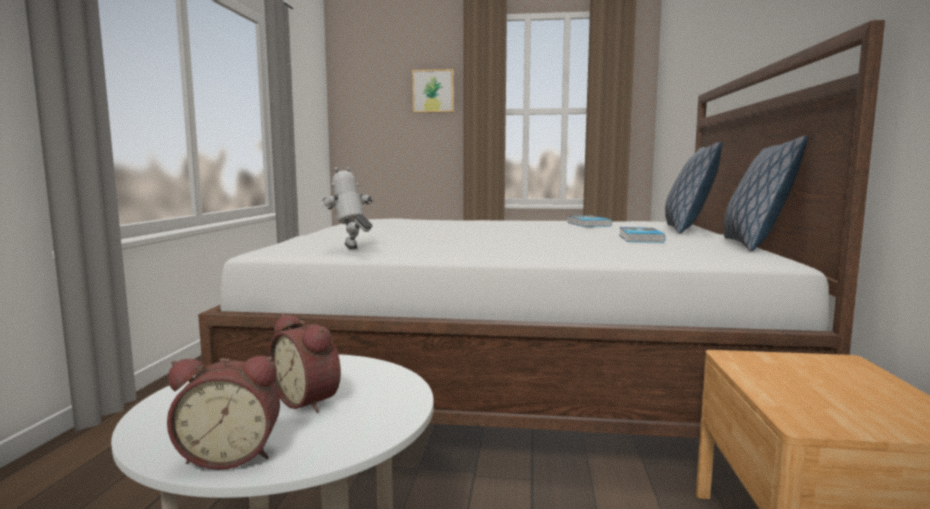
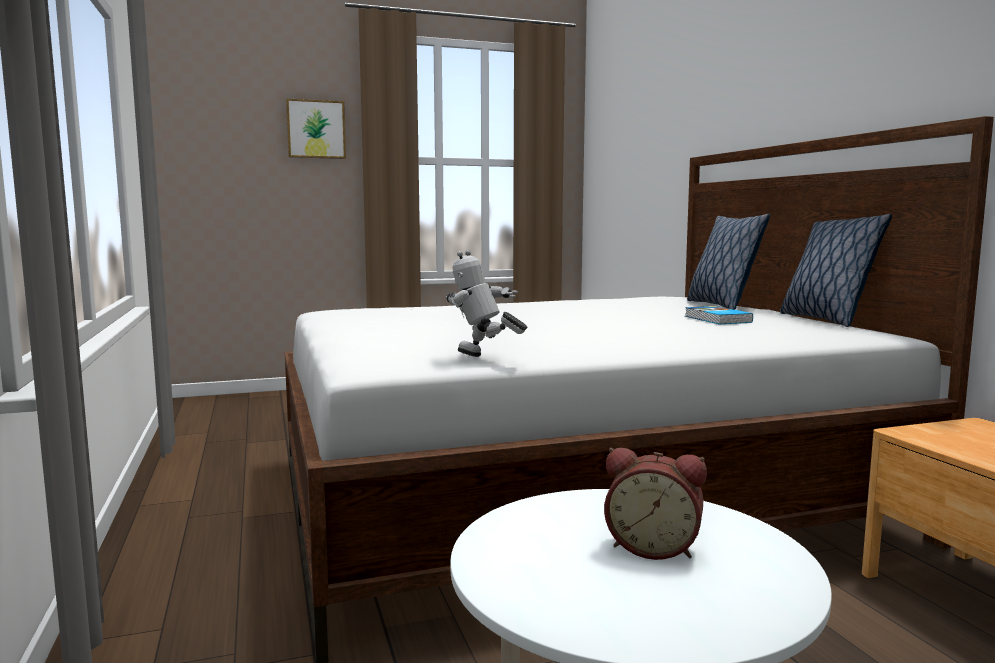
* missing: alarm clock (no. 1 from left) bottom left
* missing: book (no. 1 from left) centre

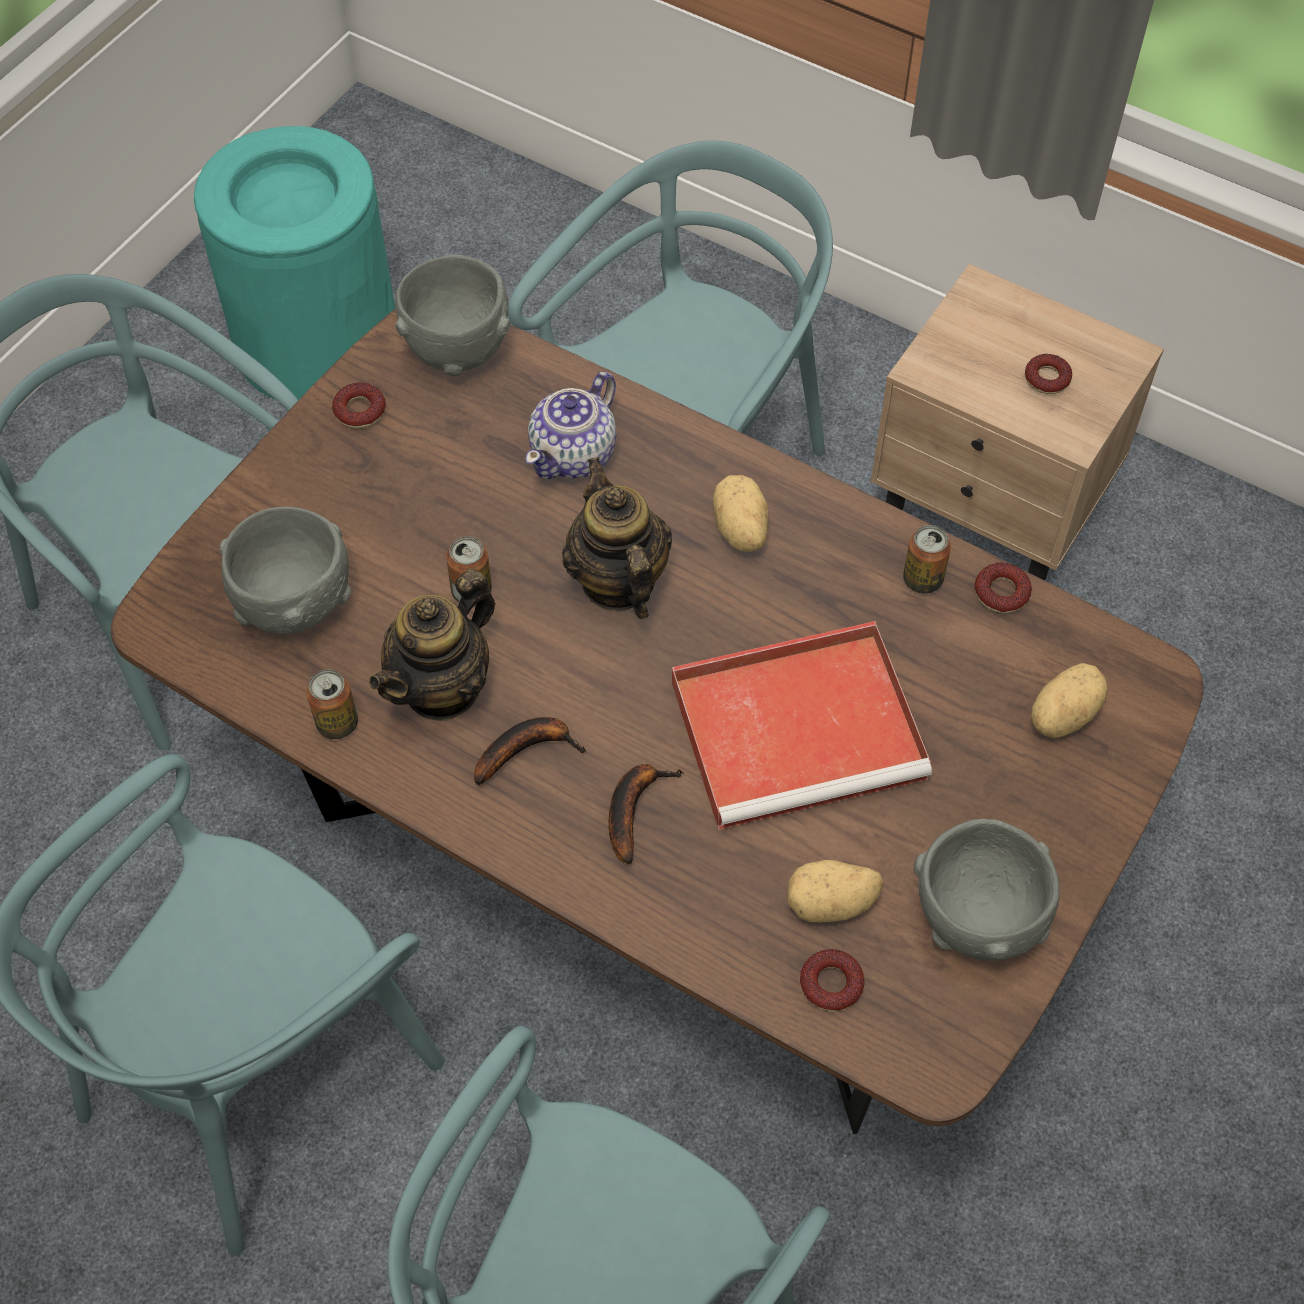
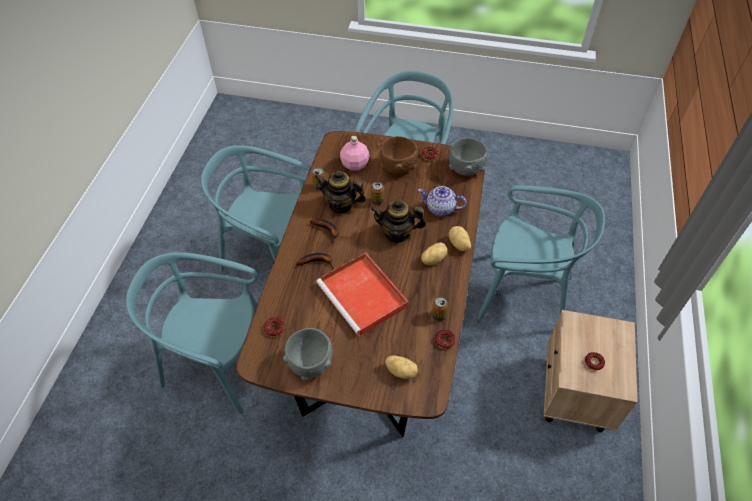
* missing: trash can in turquoise top left
* exchanged: bowl in grey (no. 1 from left) middle left to bottle in pink top centre
* spun: teapot (no. 3 from left in the first image) centre = centre 135 degrees counterclockwise
* relocated: potato (no. 2 from left in the first image) bottom centre to potato (no. 3 from left) centre
* appeared: bowl in brown top centre

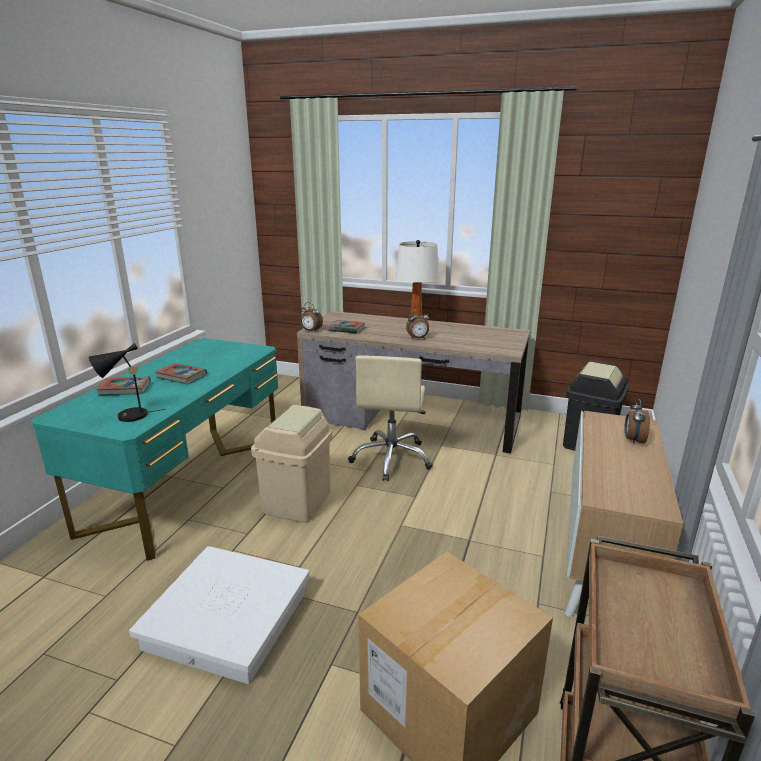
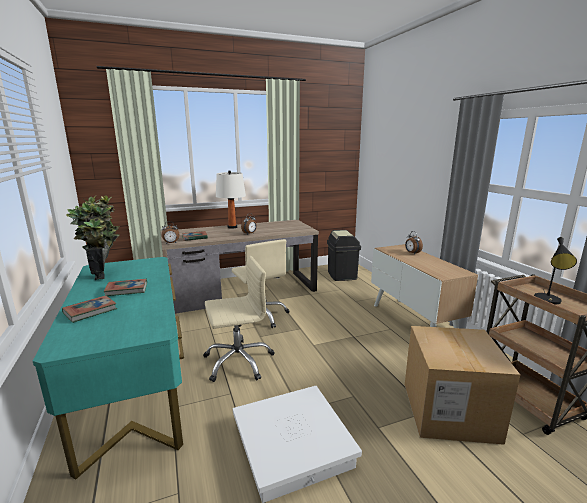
* relocated: table lamp in black middle left to middle right
* exchanged: trash can in beige centre to office chair in beige (no. 1 from left) centre
* appeared: potted plant middle left

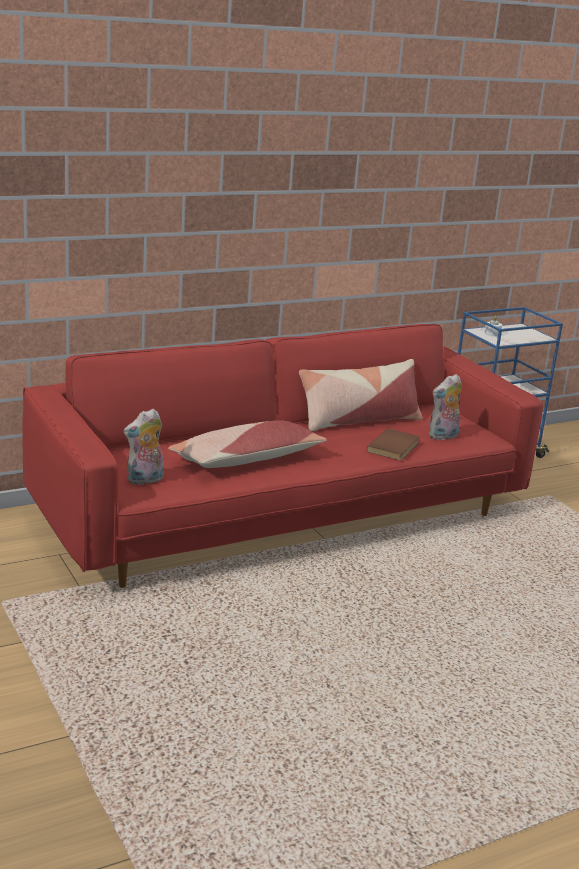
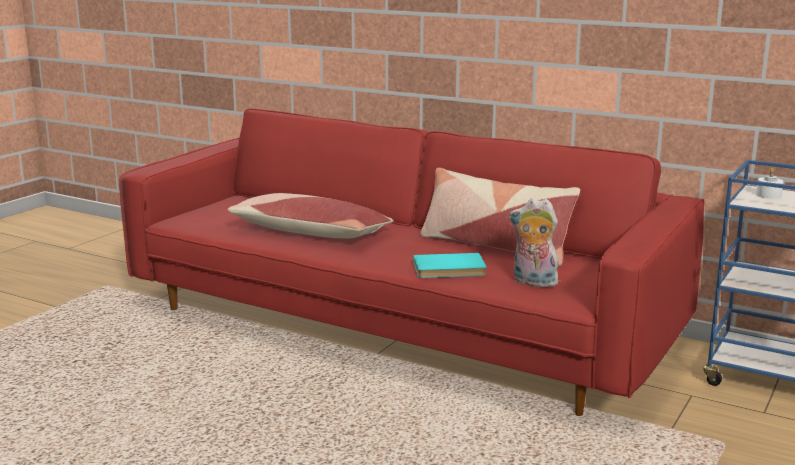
* missing: plush toy (no. 1 from left) middle left
* colour: book in brown middle right to book in turquoise centre

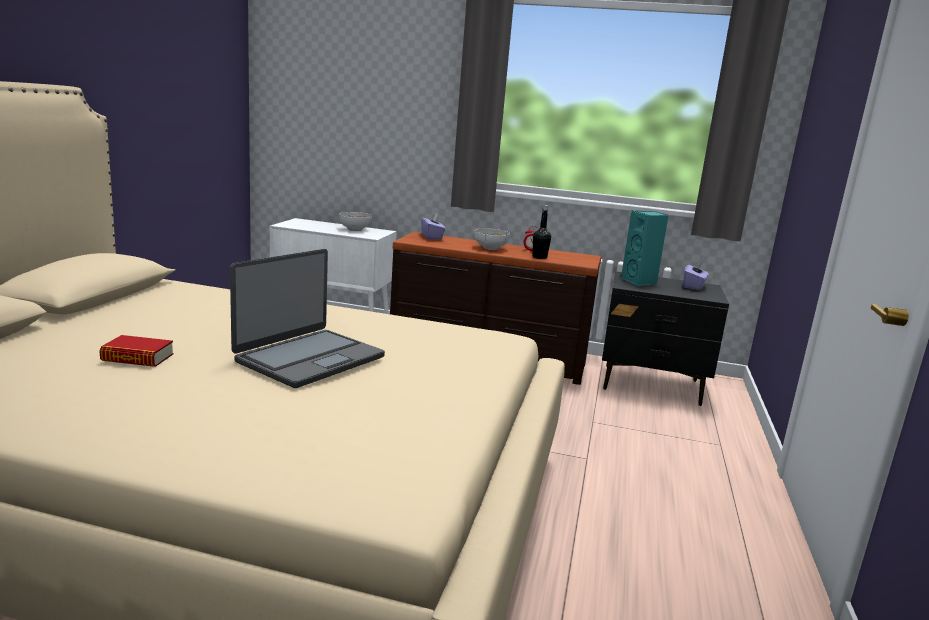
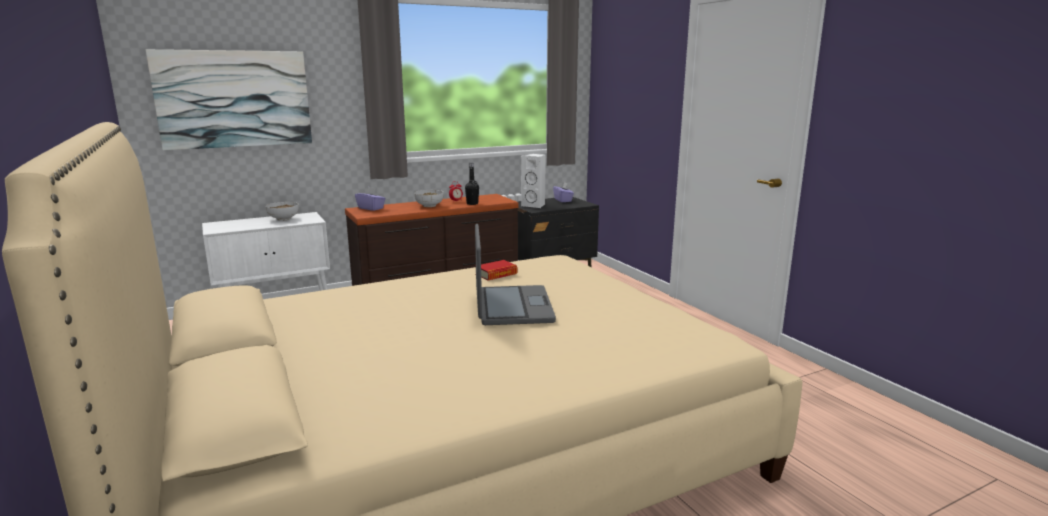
* relocated: book middle left to centre
* colour: speaker in turquoise middle right to speaker in white centre
* appeared: picture top left

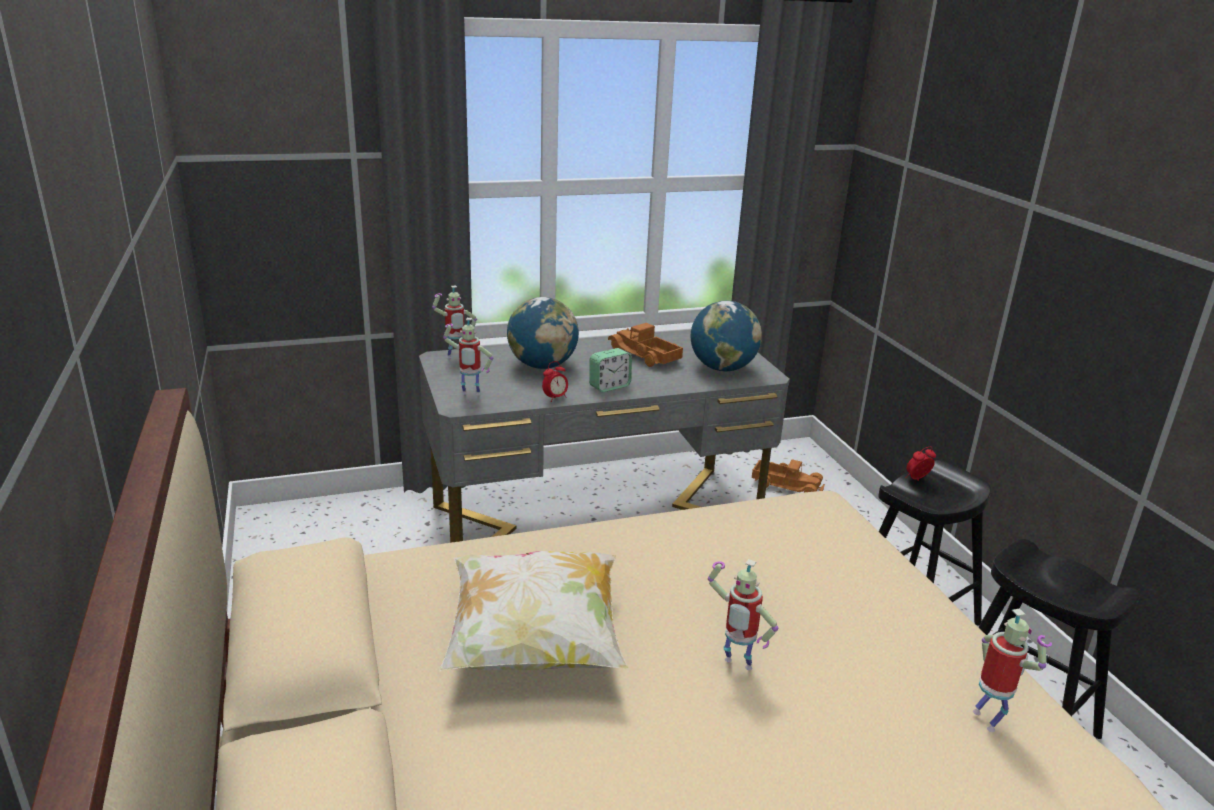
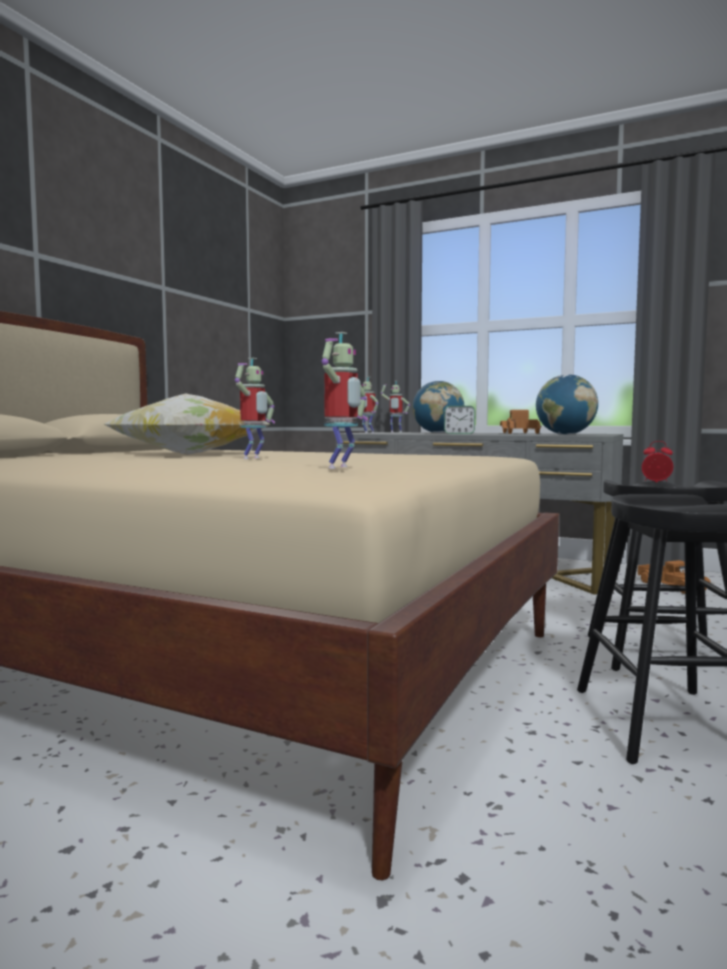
* missing: alarm clock (no. 1 from left) centre
* spun: toy robot (no. 3 from left in the first image) bottom centre = centre 135 degrees counterclockwise

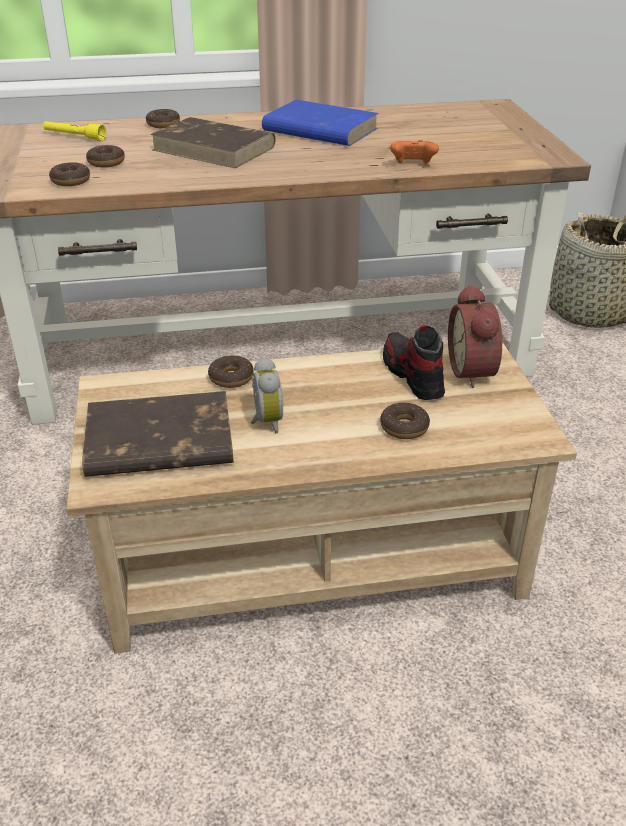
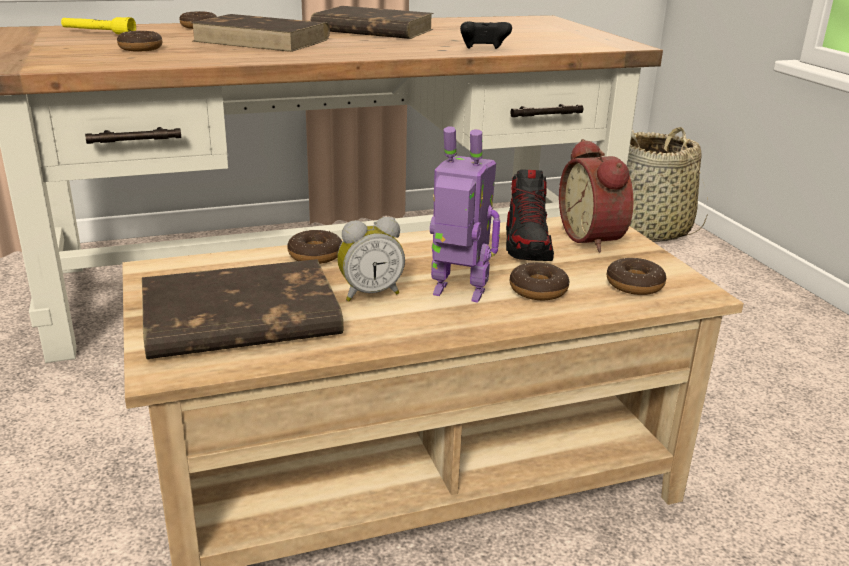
* relocated: donut (no. 1 from left in the first image) top left to donut (no. 5 from left) middle right
* spun: alarm clock (no. 1 from left) centre = centre 90 degrees clockwise
* colour: book in blue top centre to book in brown (no. 3 from left) top centre
* spun: shoe centre = centre 150 degrees counterclockwise
* colour: game controller in orange top centre to game controller in black top centre
* appeared: toy robot centre

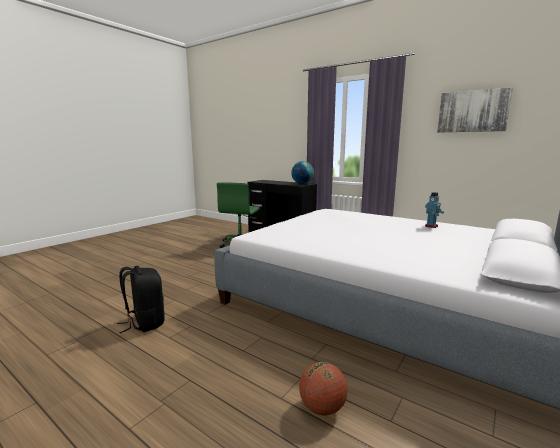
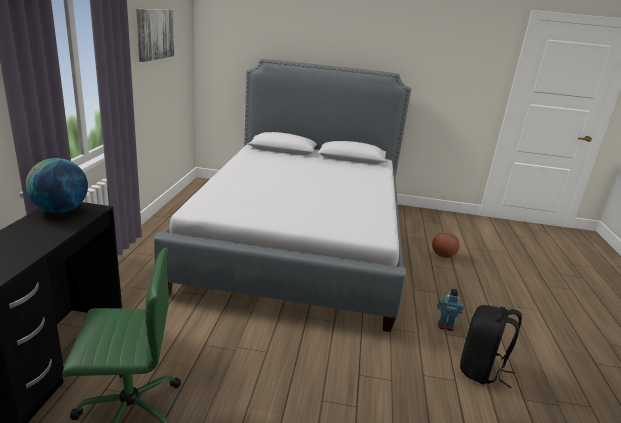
* relocated: toy robot middle right to bottom right

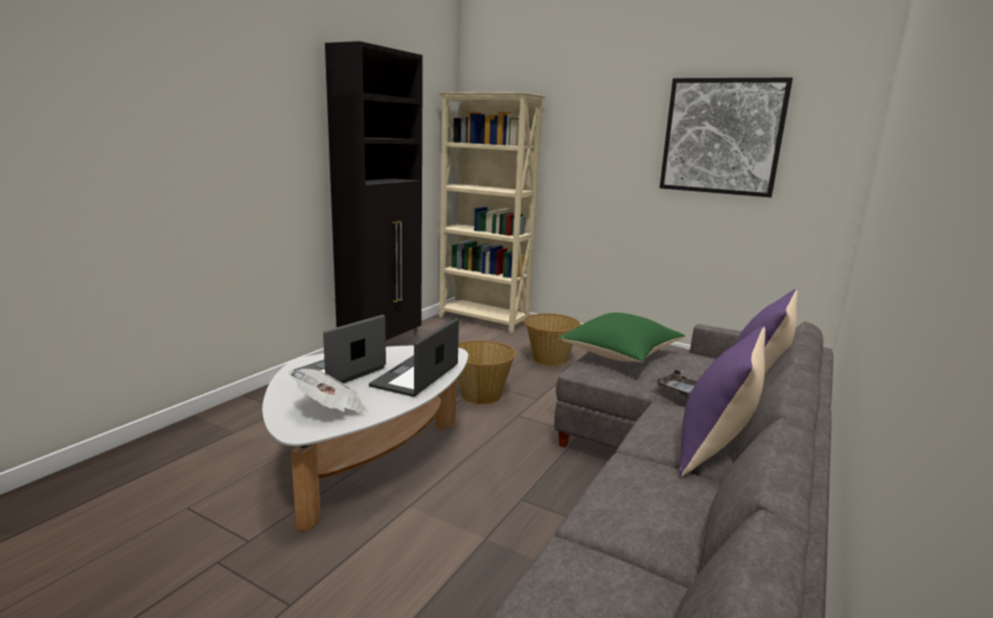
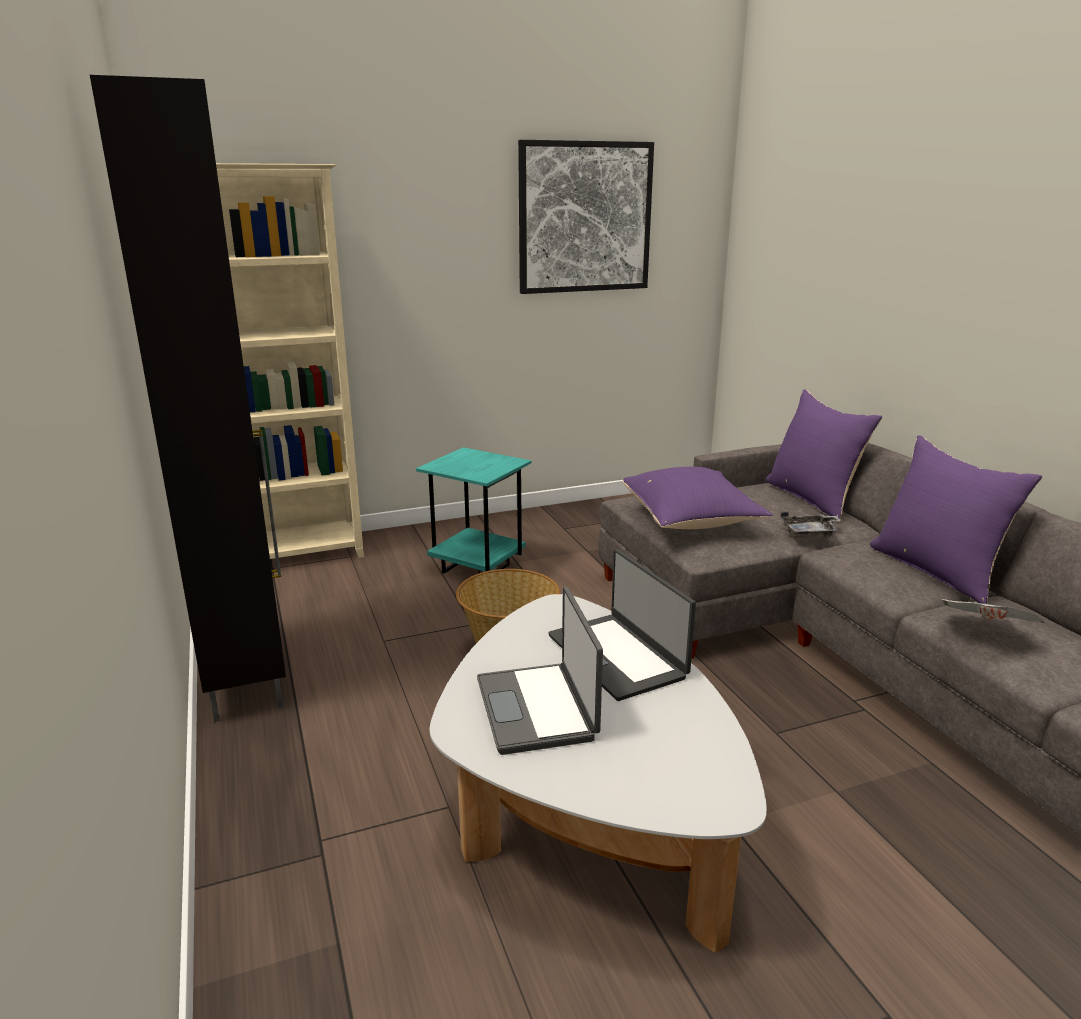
* relocated: newspaper middle left to middle right
* exchanged: basket (no. 2 from left) centre to side table in turquoise centre
* colour: pillow in green centre to pillow in purple (no. 1 from left) centre

